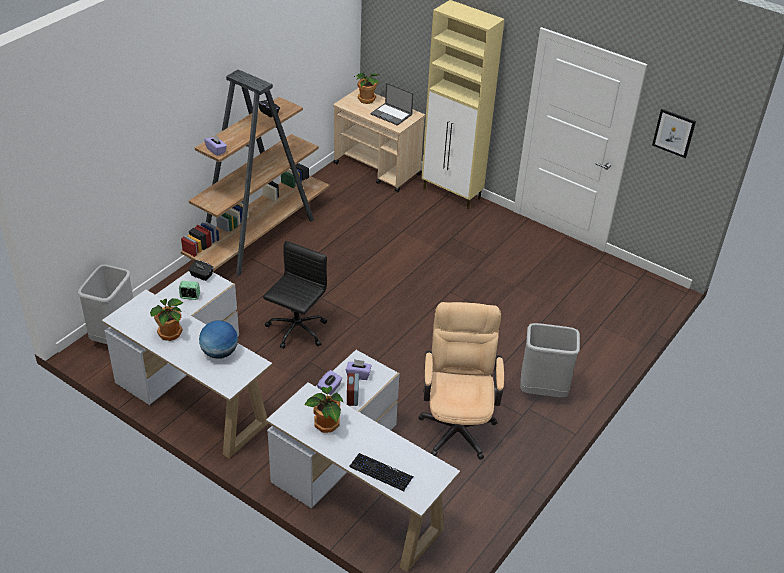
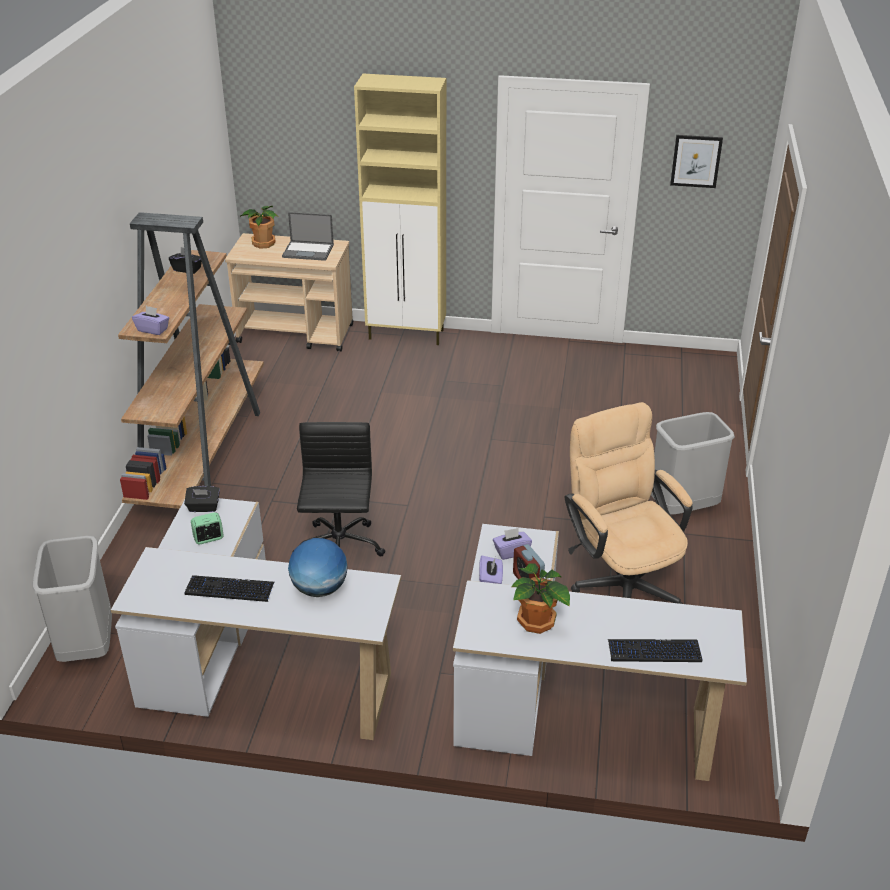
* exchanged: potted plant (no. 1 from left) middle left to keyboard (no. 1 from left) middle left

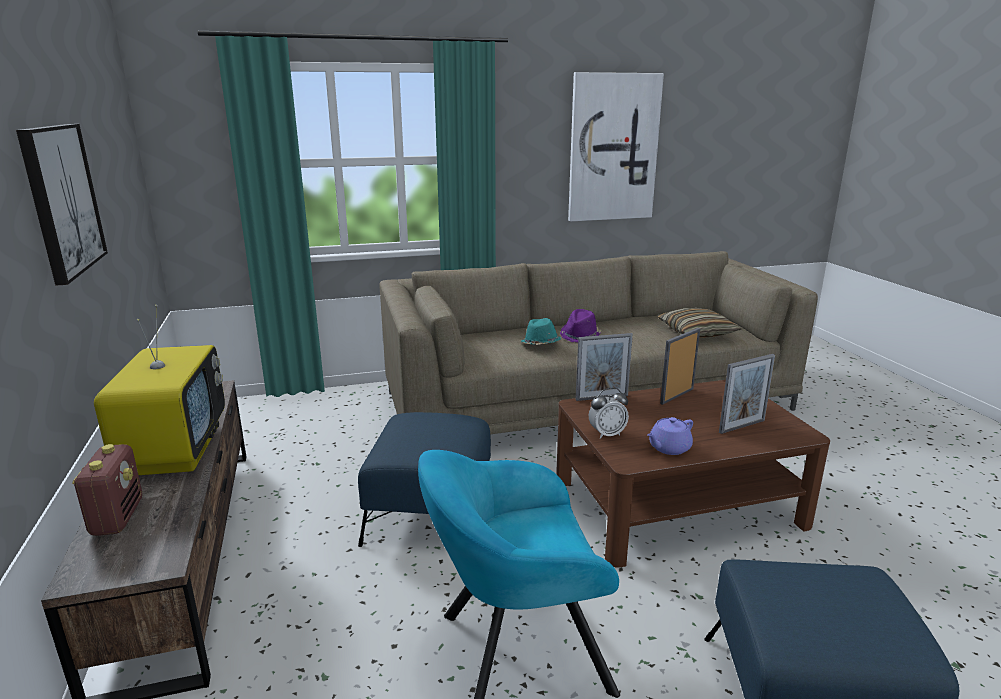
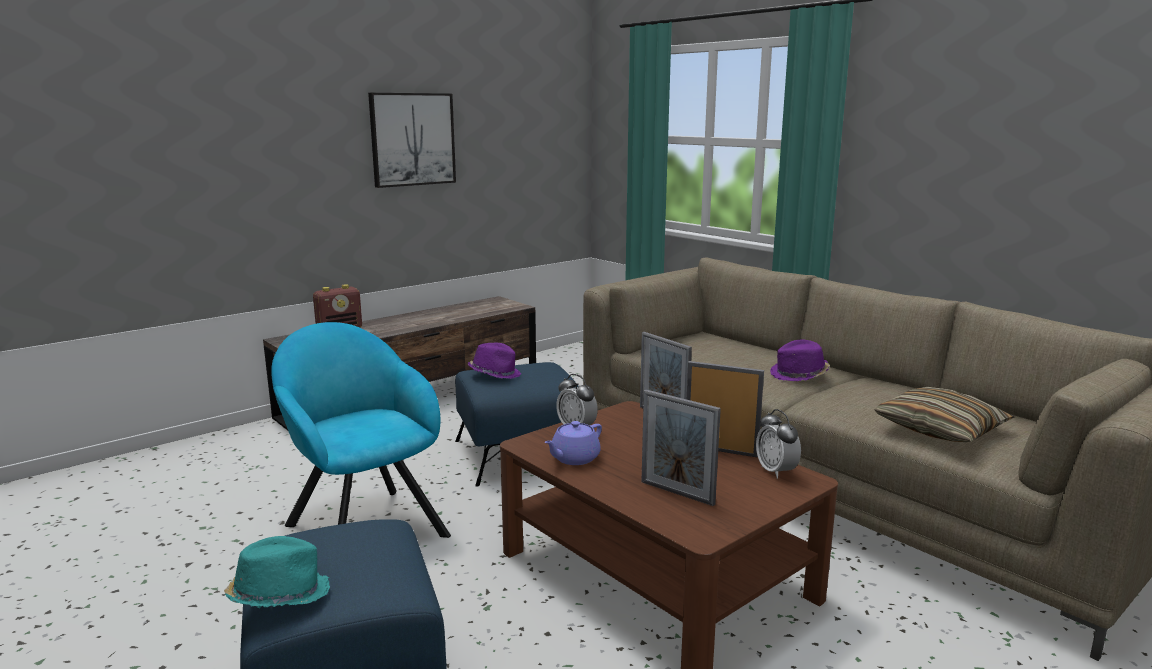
* missing: television middle left
* relocated: hat in turquoise centre to bottom left
* missing: picture (no. 2 from left) top centre
* spun: teapot in purple middle right = centre 75 degrees counterclockwise
* appeared: hat in purple (no. 1 from left) centre
* appeared: alarm clock (no. 2 from left) middle right

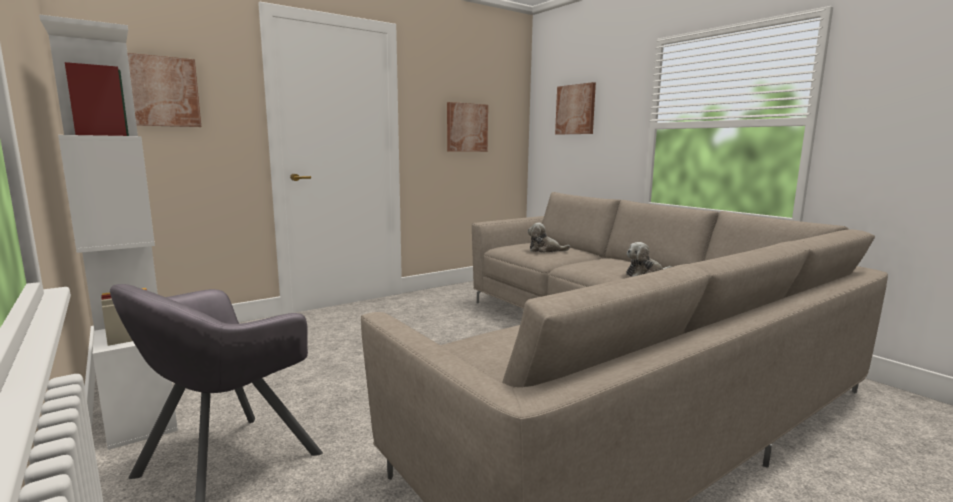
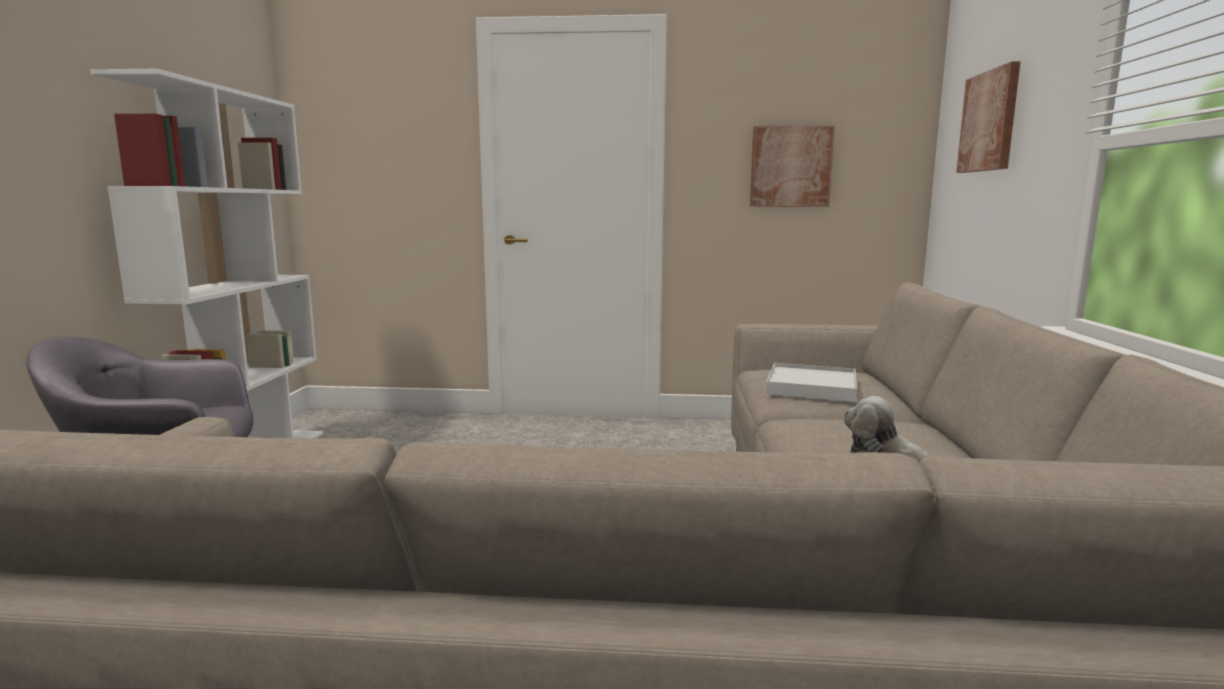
* missing: picture (no. 1 from left) top left
* exchanged: plush toy (no. 1 from left) centre to tray in white centre

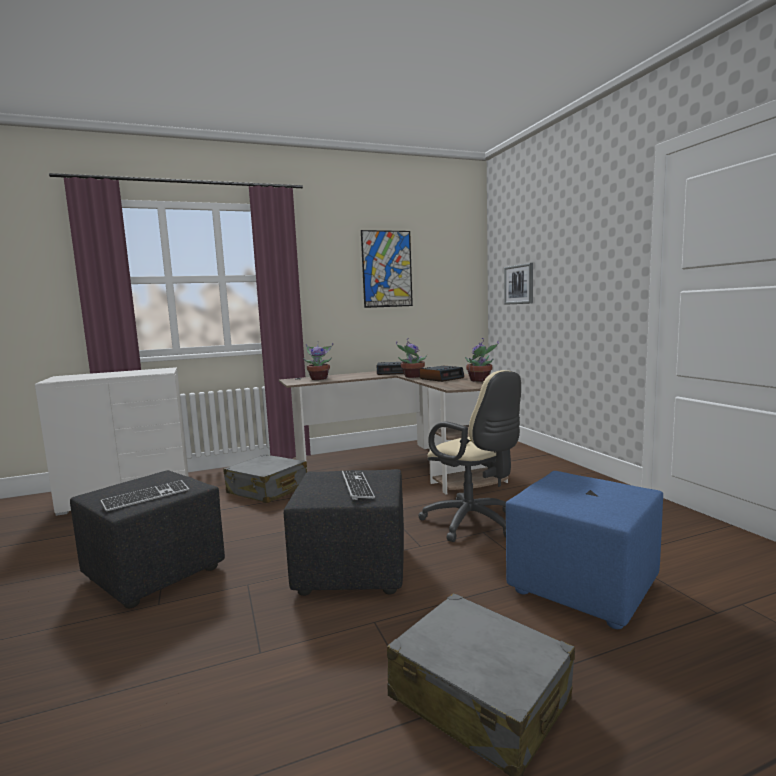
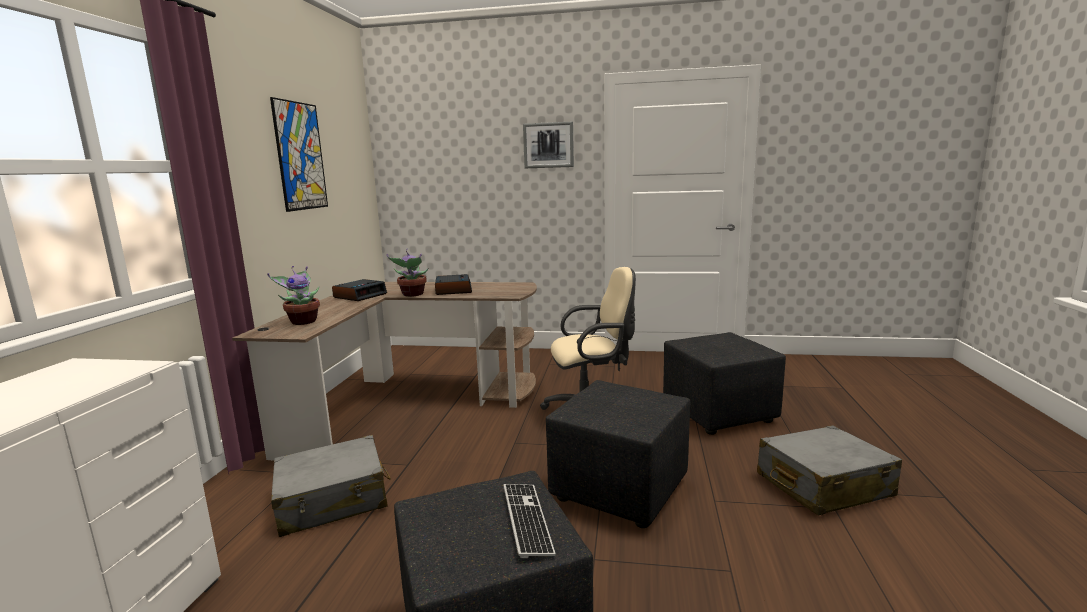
* missing: keyboard (no. 2 from left) centre
* missing: potted plant (no. 3 from left) centre
* relocated: picture (no. 2 from left) middle right to top centre
* colour: ottoman in blue bottom right to ottoman in black (no. 3 from left) centre

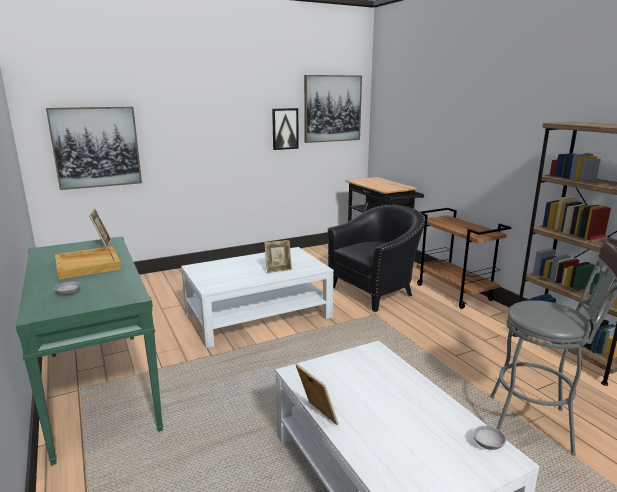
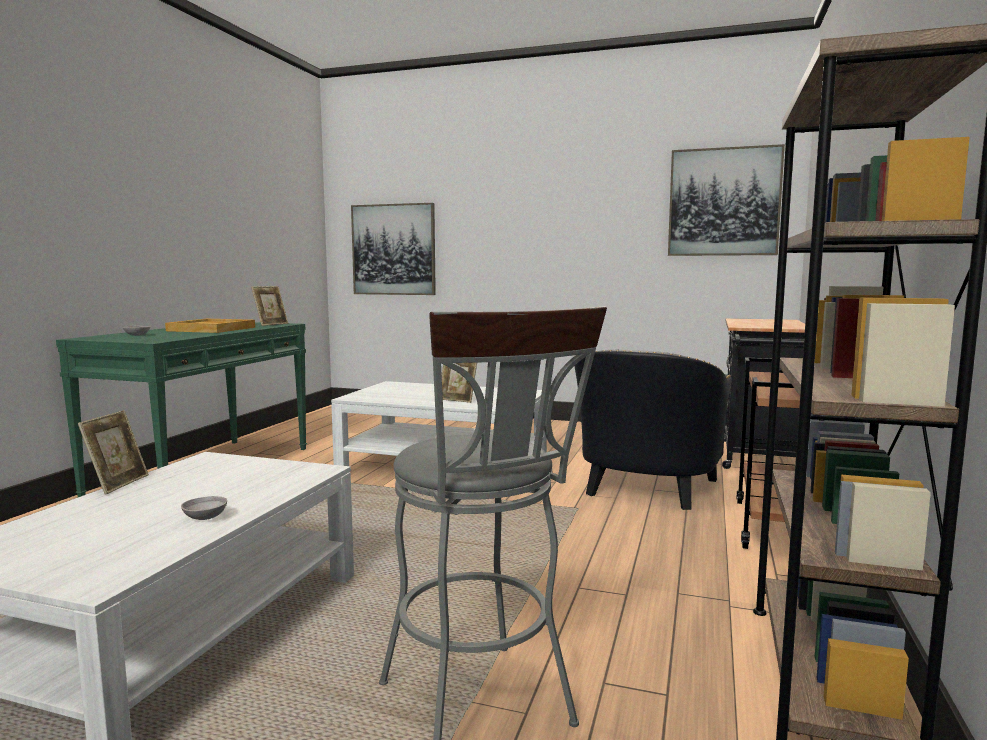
* missing: picture (no. 2 from left) top centre
* spun: armchair in black centre = centre 105 degrees clockwise
* relocated: bowl in grey (no. 2 from left) bottom right to bottom left

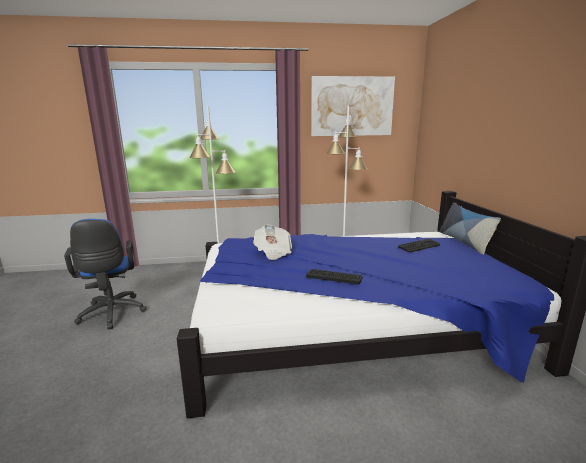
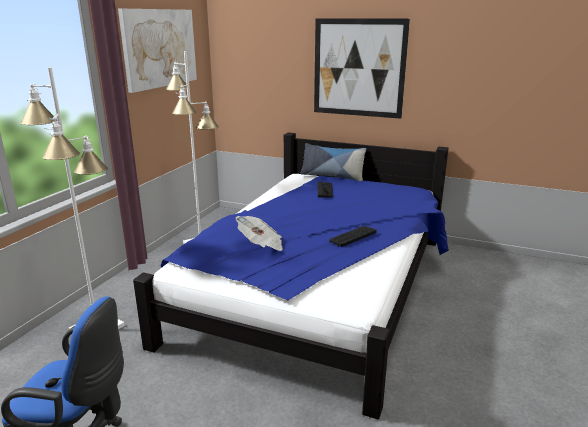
* appeared: picture (no. 2 from left) top centre

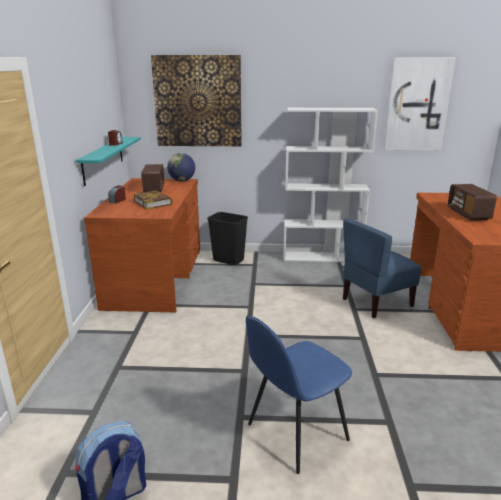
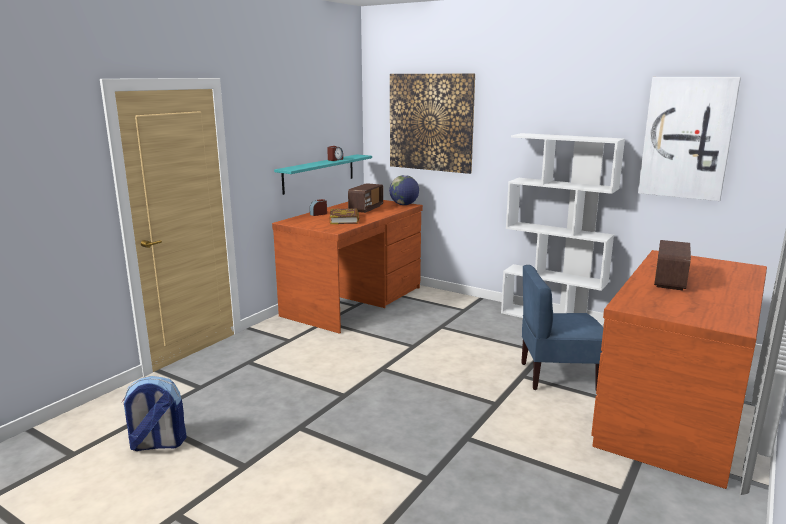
* missing: trash can in black centre
* missing: chair in blue (no. 1 from left) bottom centre

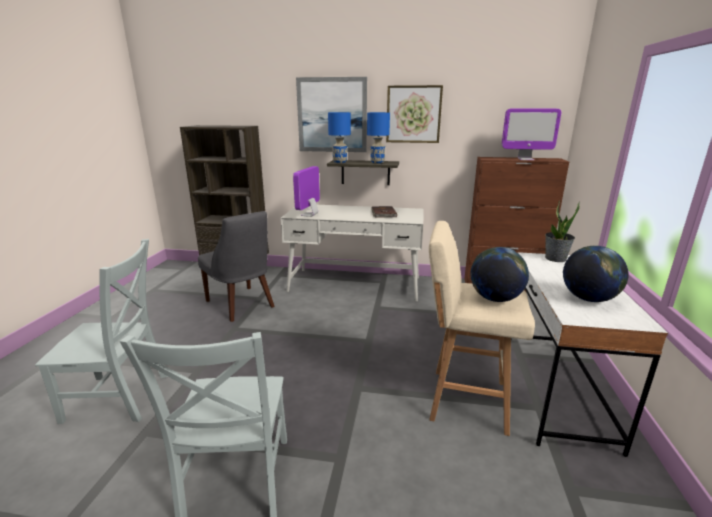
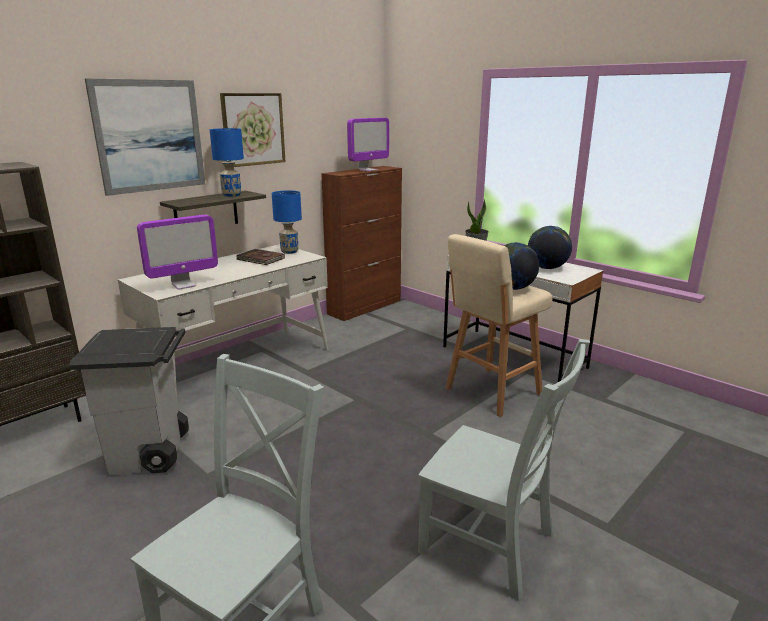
* exchanged: chair in grey (no. 3 from left) middle left to trash can in grey middle left
* spun: monitor (no. 1 from left) centre = middle left 90 degrees counterclockwise
* relocated: table lamp in blue (no. 1 from left in the first image) top centre to table lamp in blue (no. 2 from left) centre

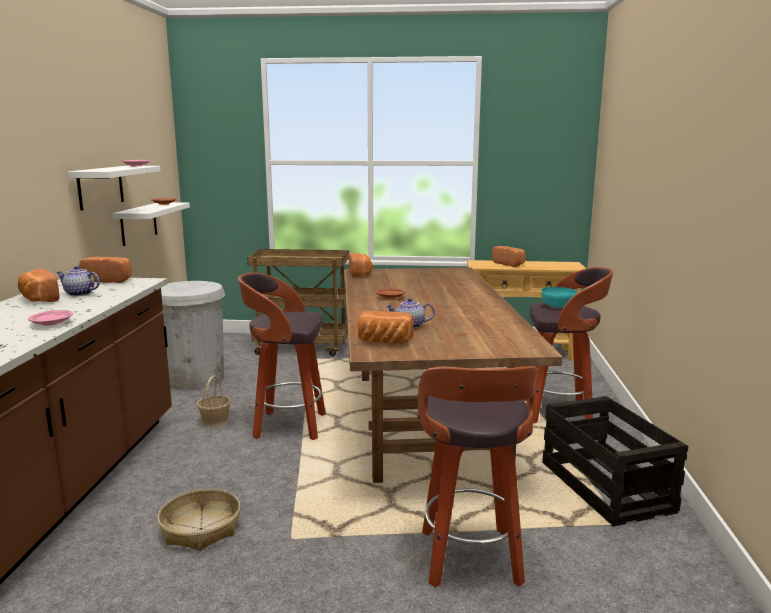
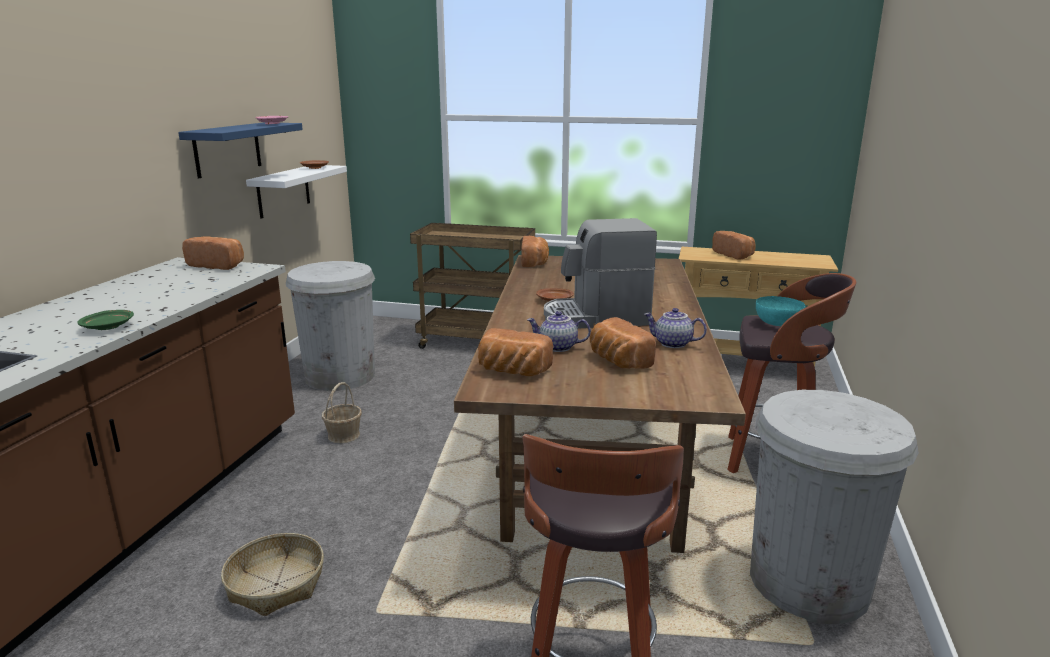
* relocated: bread (no. 1 from left in the first image) middle left to bread (no. 4 from left) centre
* colour: plate in pink (no. 1 from left) middle left to plate in green middle left
* relocated: teapot (no. 1 from left in the first image) middle left to teapot (no. 2 from left) centre
* colour: shelf in white (no. 1 from left) top left to shelf in blue top left
* missing: stool (no. 1 from left) centre
* exchanged: crate bottom right to trash can in white (no. 2 from left) bottom right
* appeared: coffee machine centre

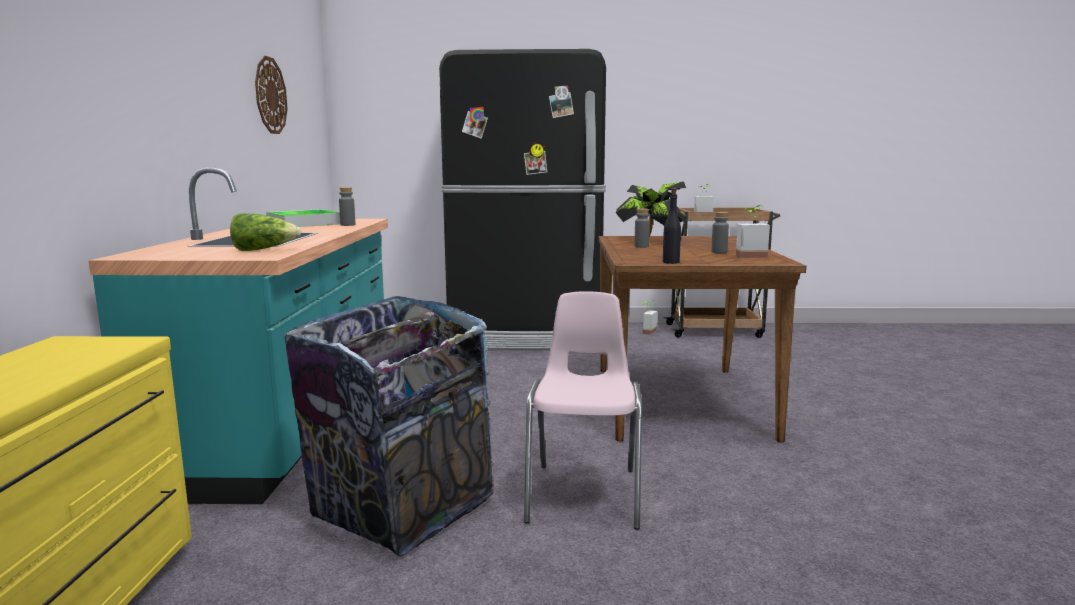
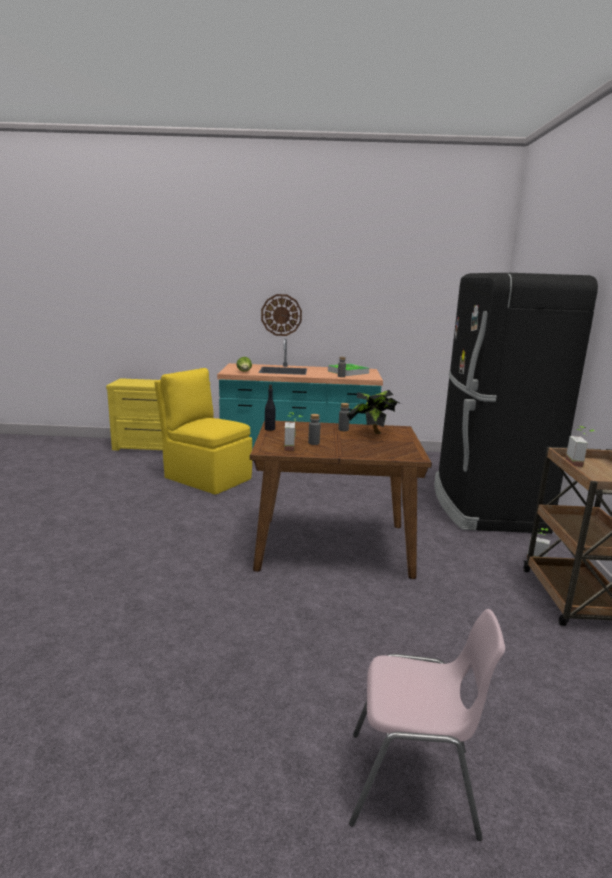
* relocated: wall clock top left to centre
* exchanged: trash can bottom centre to chair in yellow middle left
* relocated: chair in pink bottom centre to bottom right

